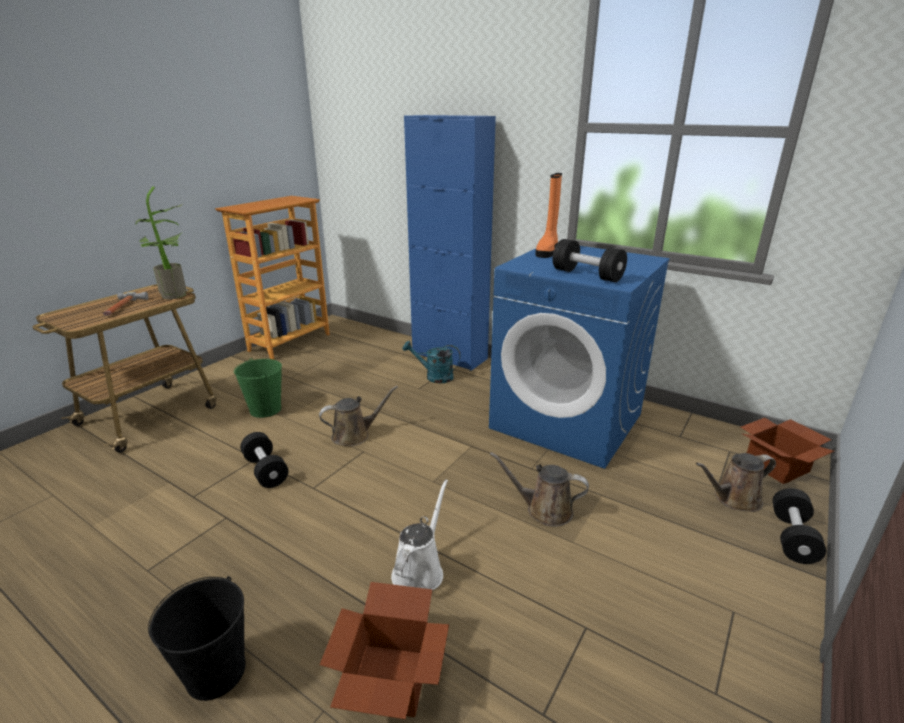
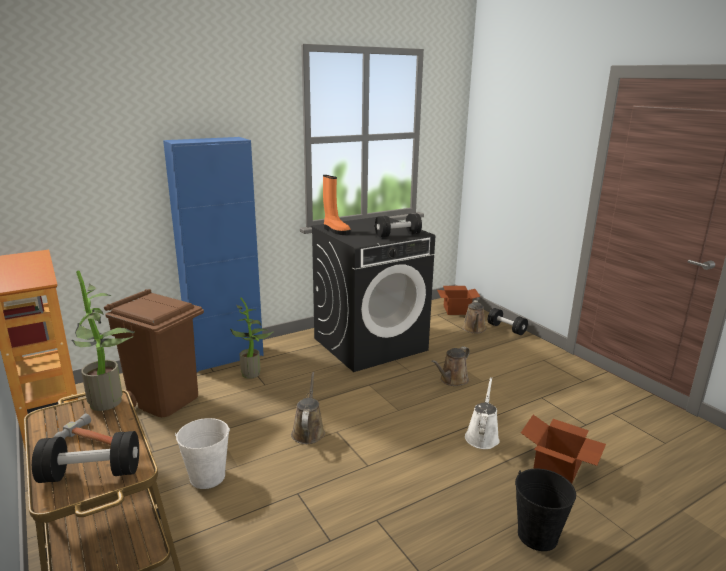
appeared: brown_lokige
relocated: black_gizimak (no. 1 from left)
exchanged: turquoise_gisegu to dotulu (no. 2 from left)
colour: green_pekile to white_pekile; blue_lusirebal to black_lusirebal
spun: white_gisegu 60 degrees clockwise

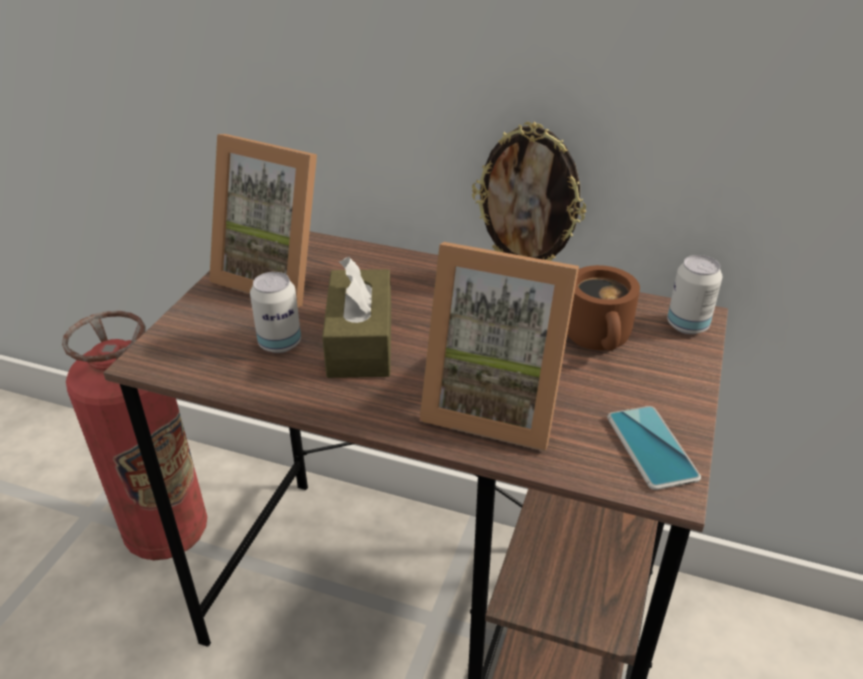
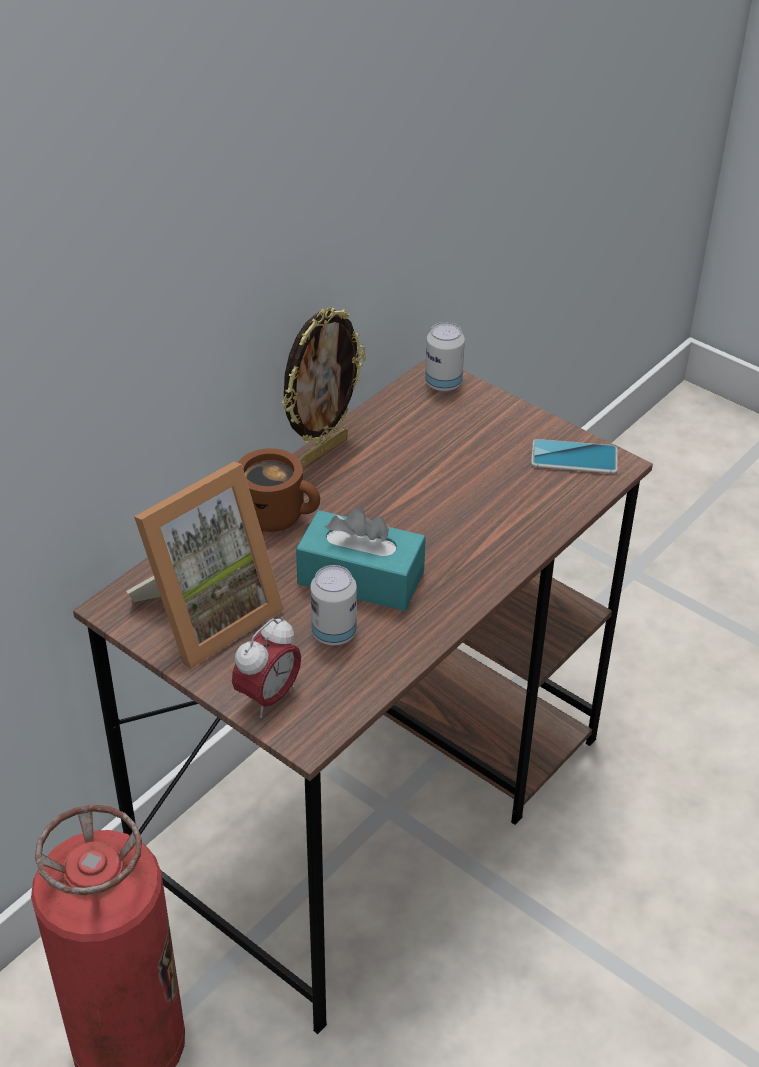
missing: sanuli (no. 2 from left)
appeared: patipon
relocated: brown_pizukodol
colour: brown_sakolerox to turquoise_sakolerox

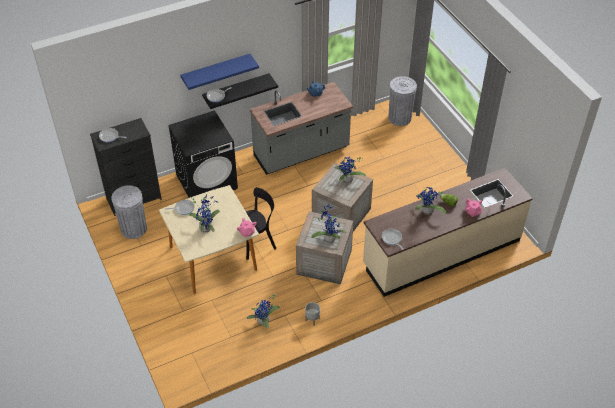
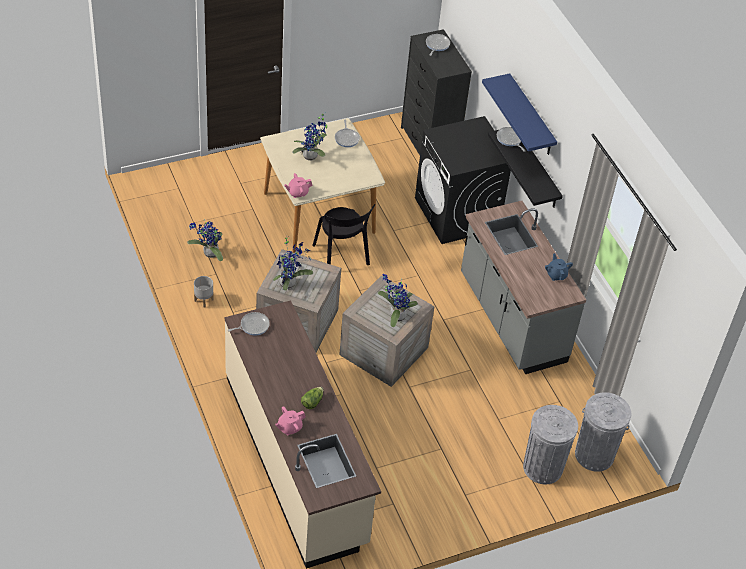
missing: dotulu (no. 5 from left)
relocated: grey_lokige (no. 1 from left)

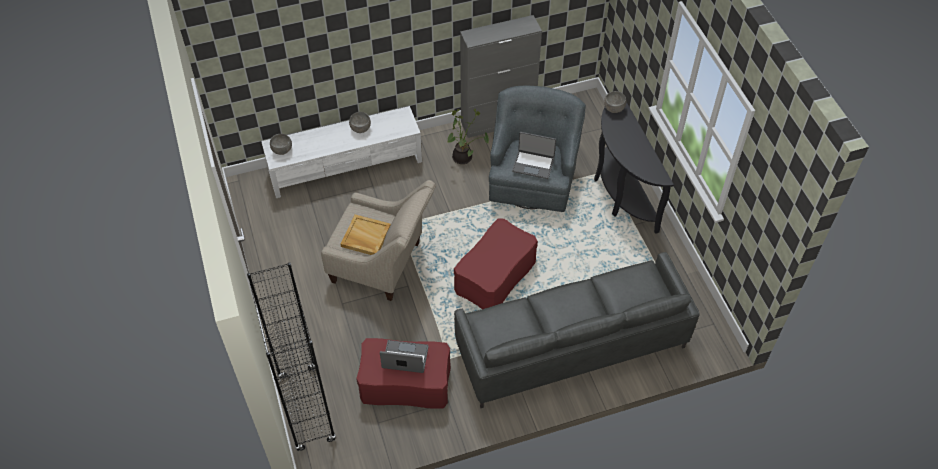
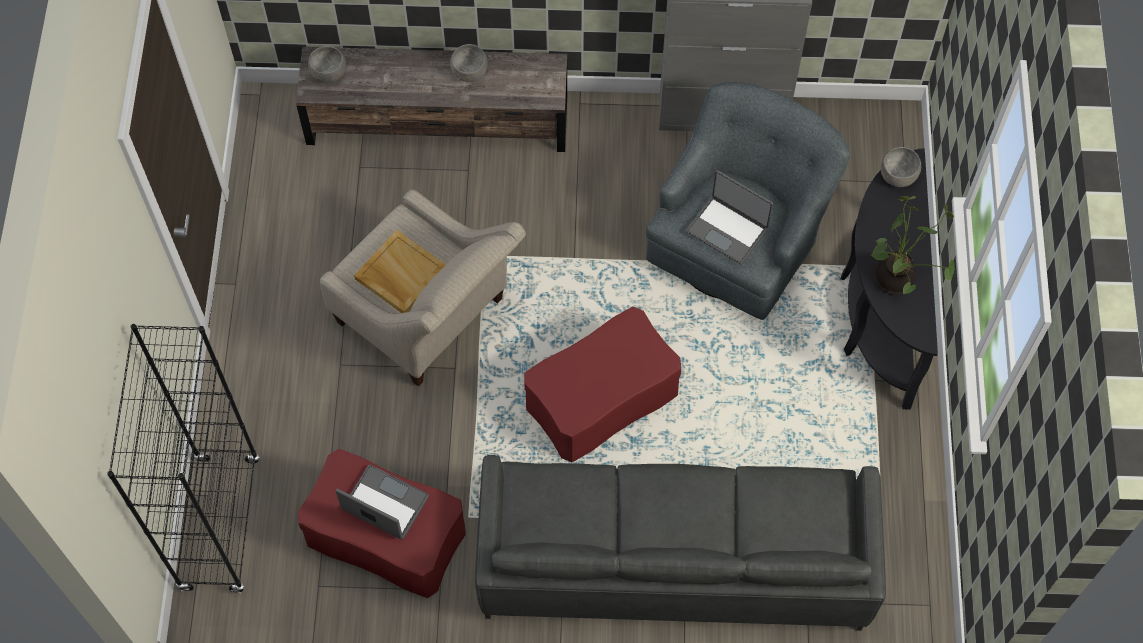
relocated: dotulu
colour: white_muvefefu to brown_muvefefu

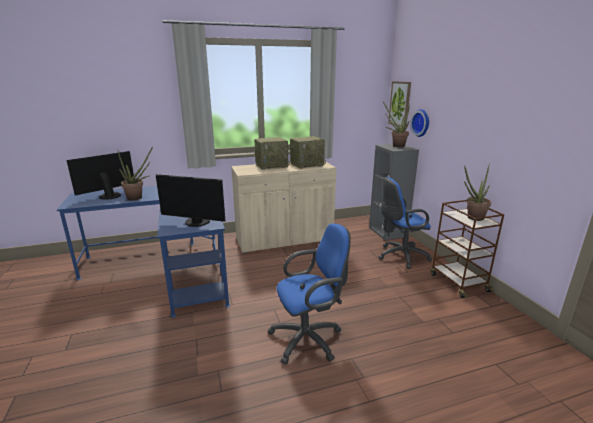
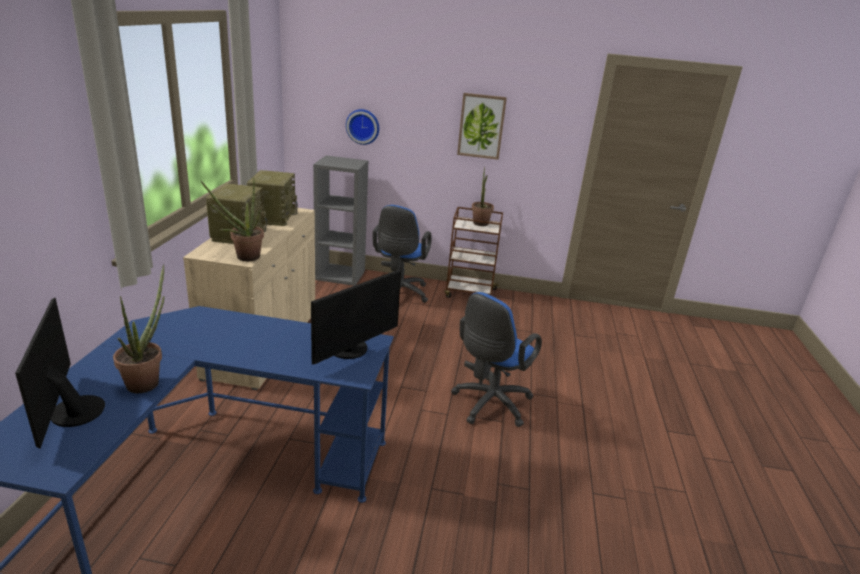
relocated: dotulu (no. 2 from left); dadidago
spun: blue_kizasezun (no. 1 from left in the first image) 150 degrees counterclockwise

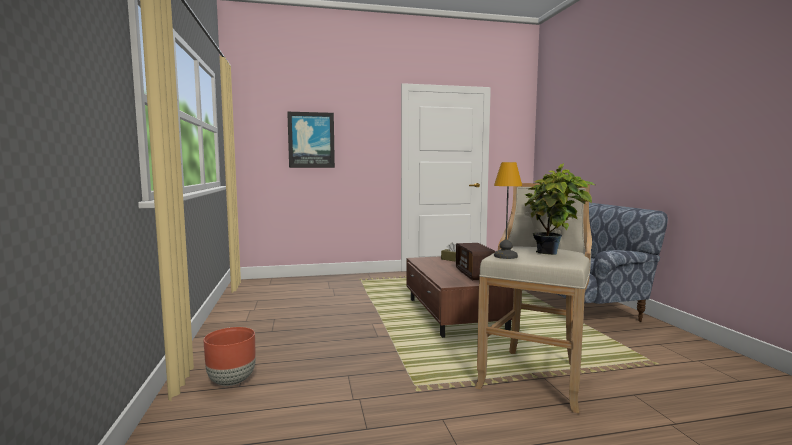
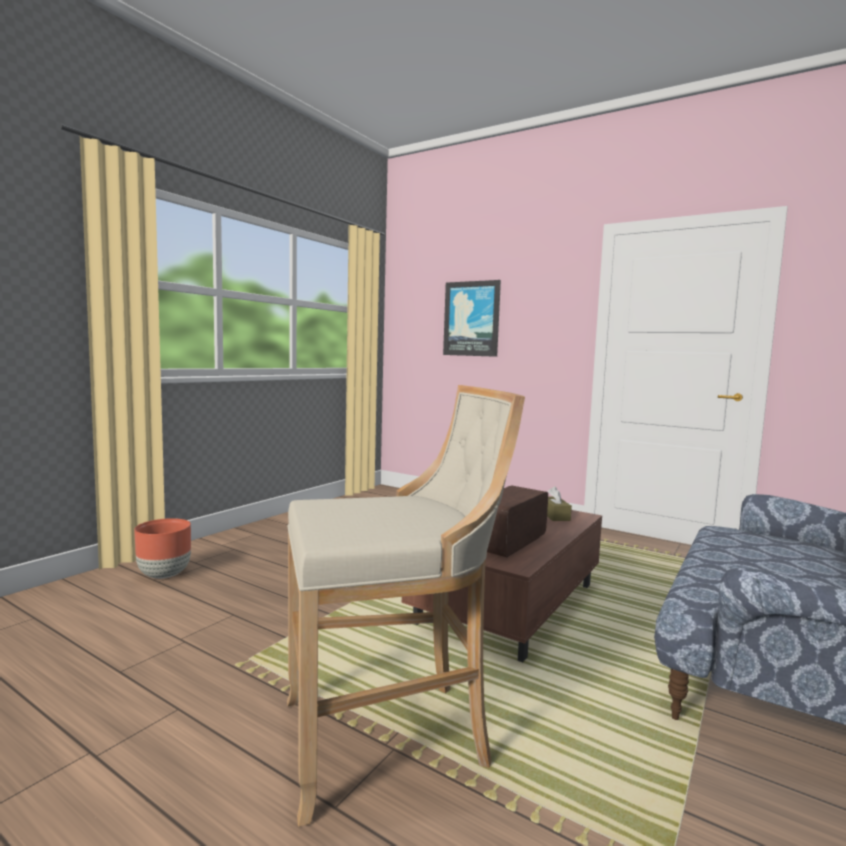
missing: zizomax; dotulu

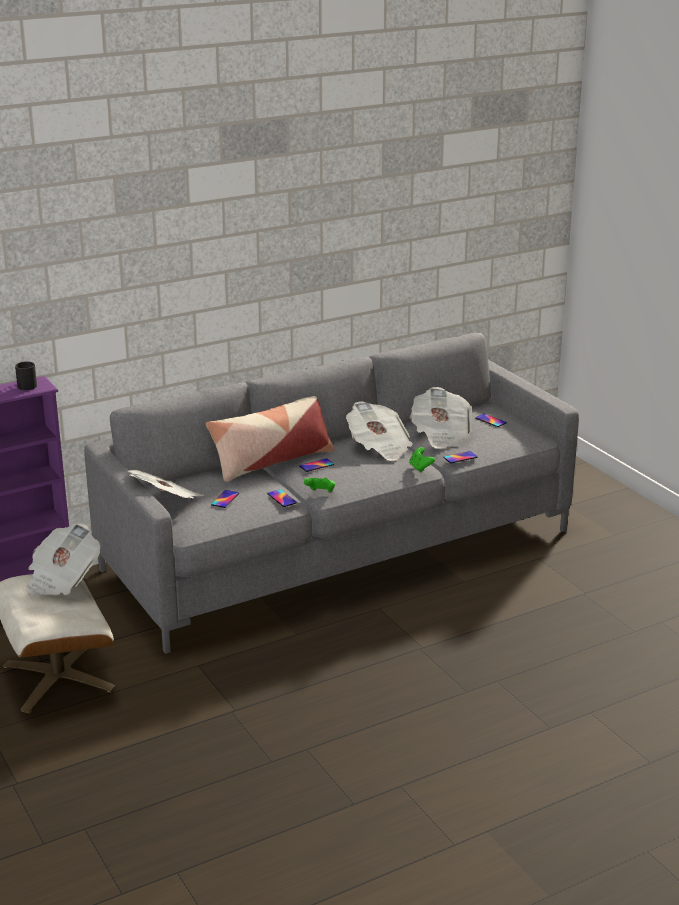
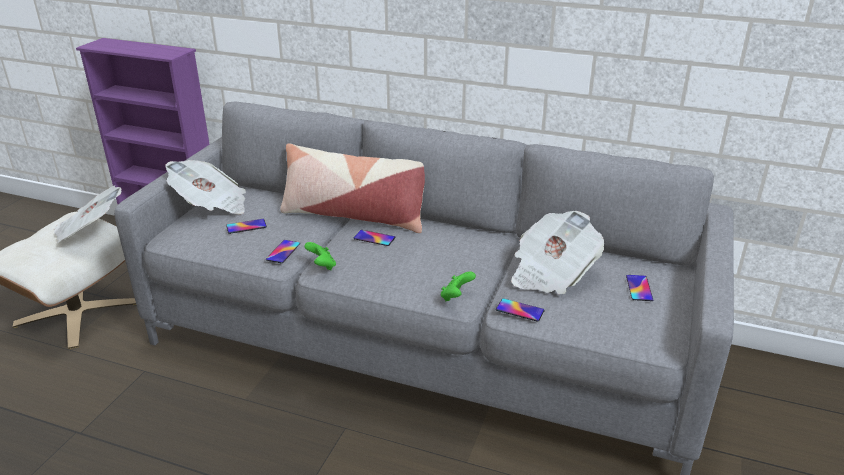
missing: black_pizukodol; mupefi (no. 3 from left)

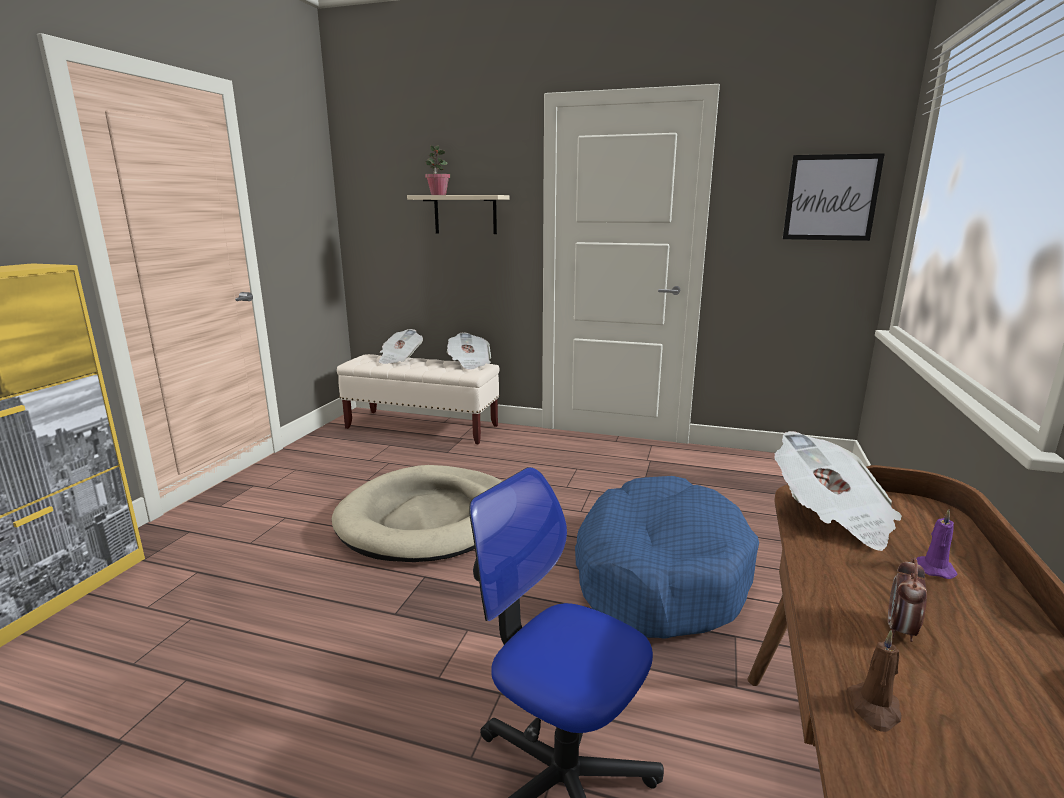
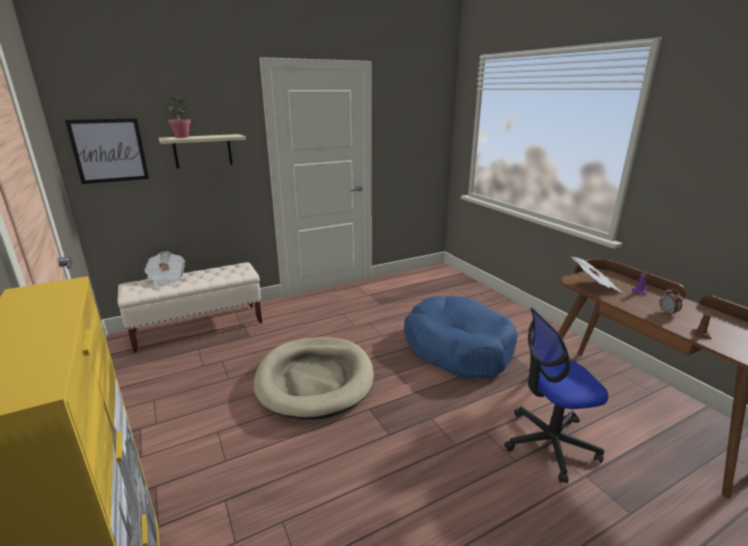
missing: mupefi (no. 2 from left)
relocated: dadidago

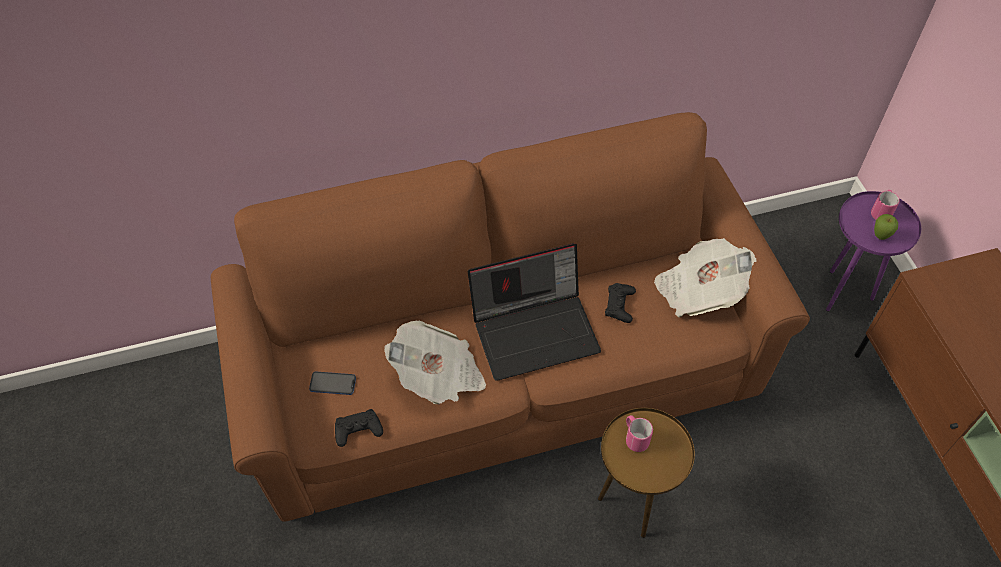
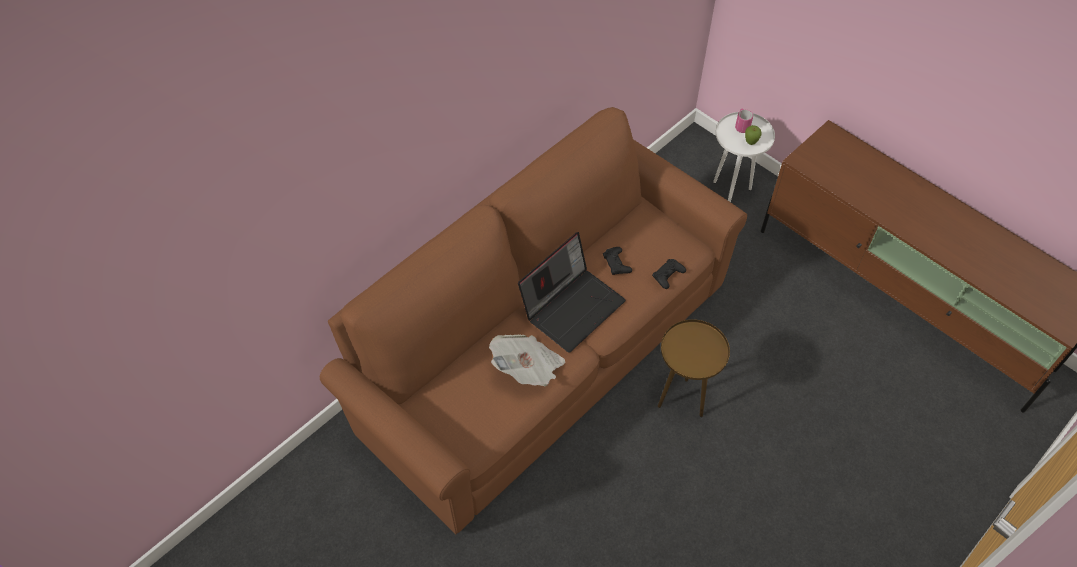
missing: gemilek; pink_pizukodol (no. 1 from left); mupefi (no. 2 from left)
relocated: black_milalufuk (no. 1 from left in the first image) to black_milalufuk (no. 2 from left)
colour: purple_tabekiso to white_tabekiso

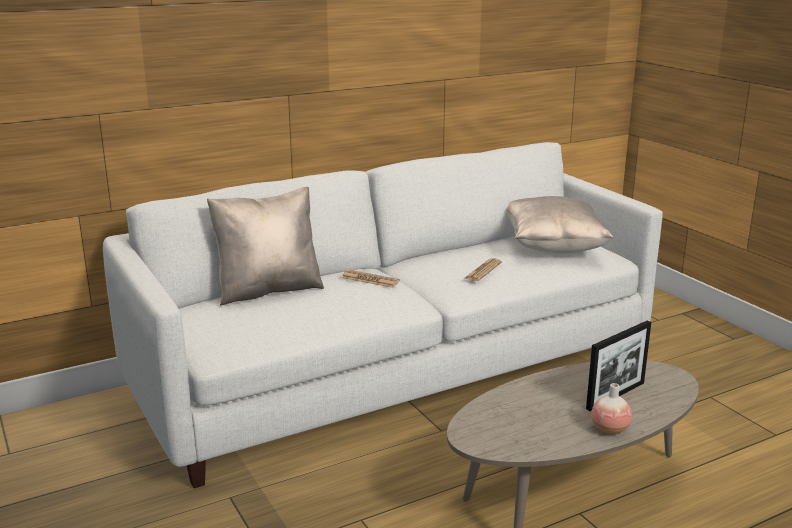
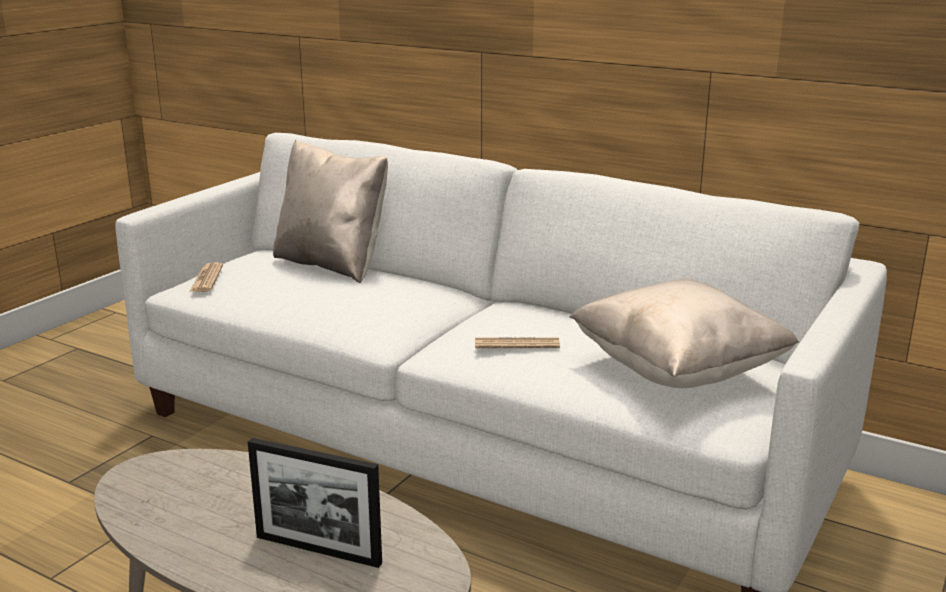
missing: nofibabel
relocated: mupefi (no. 1 from left)

